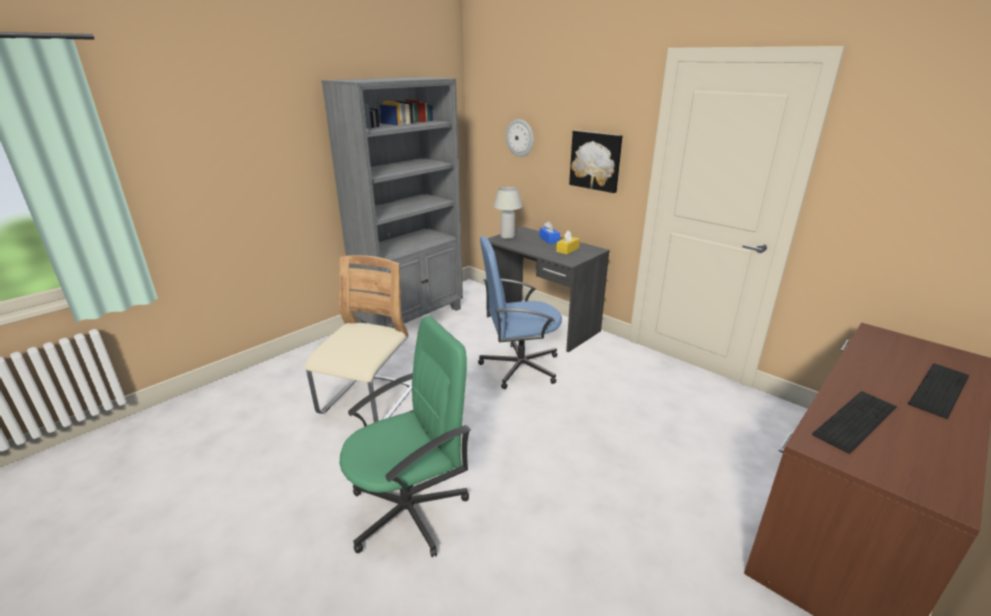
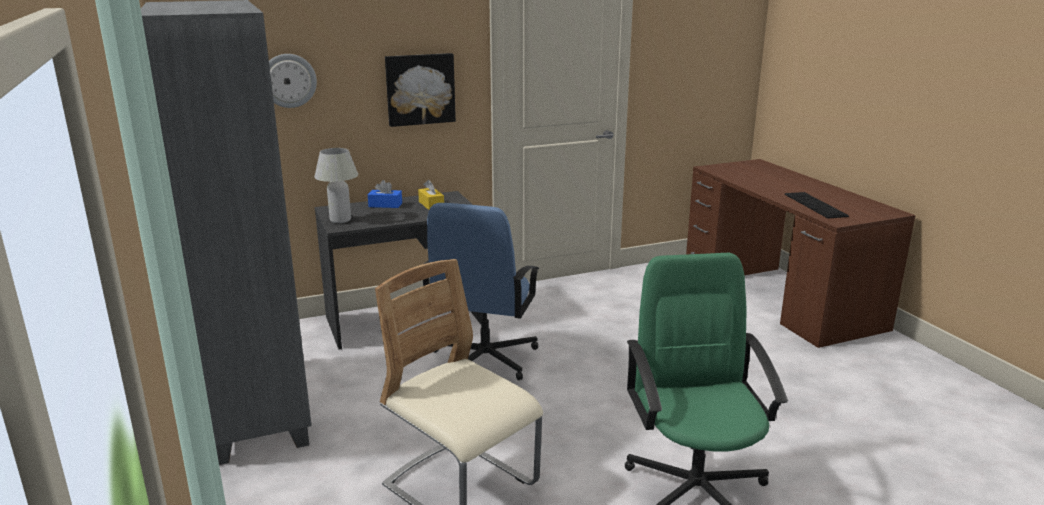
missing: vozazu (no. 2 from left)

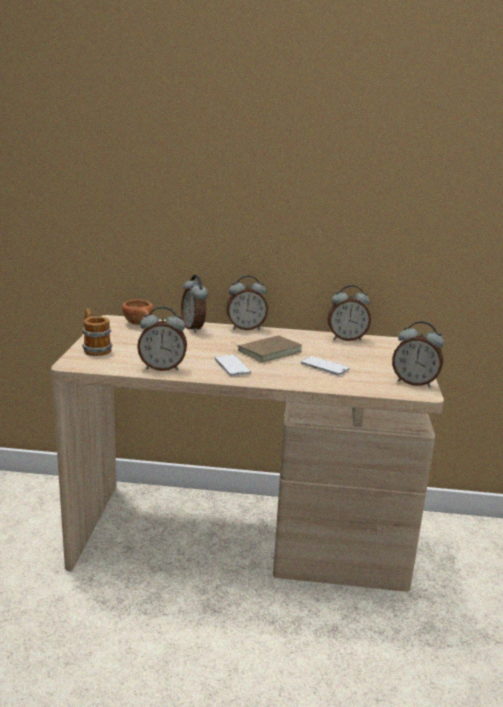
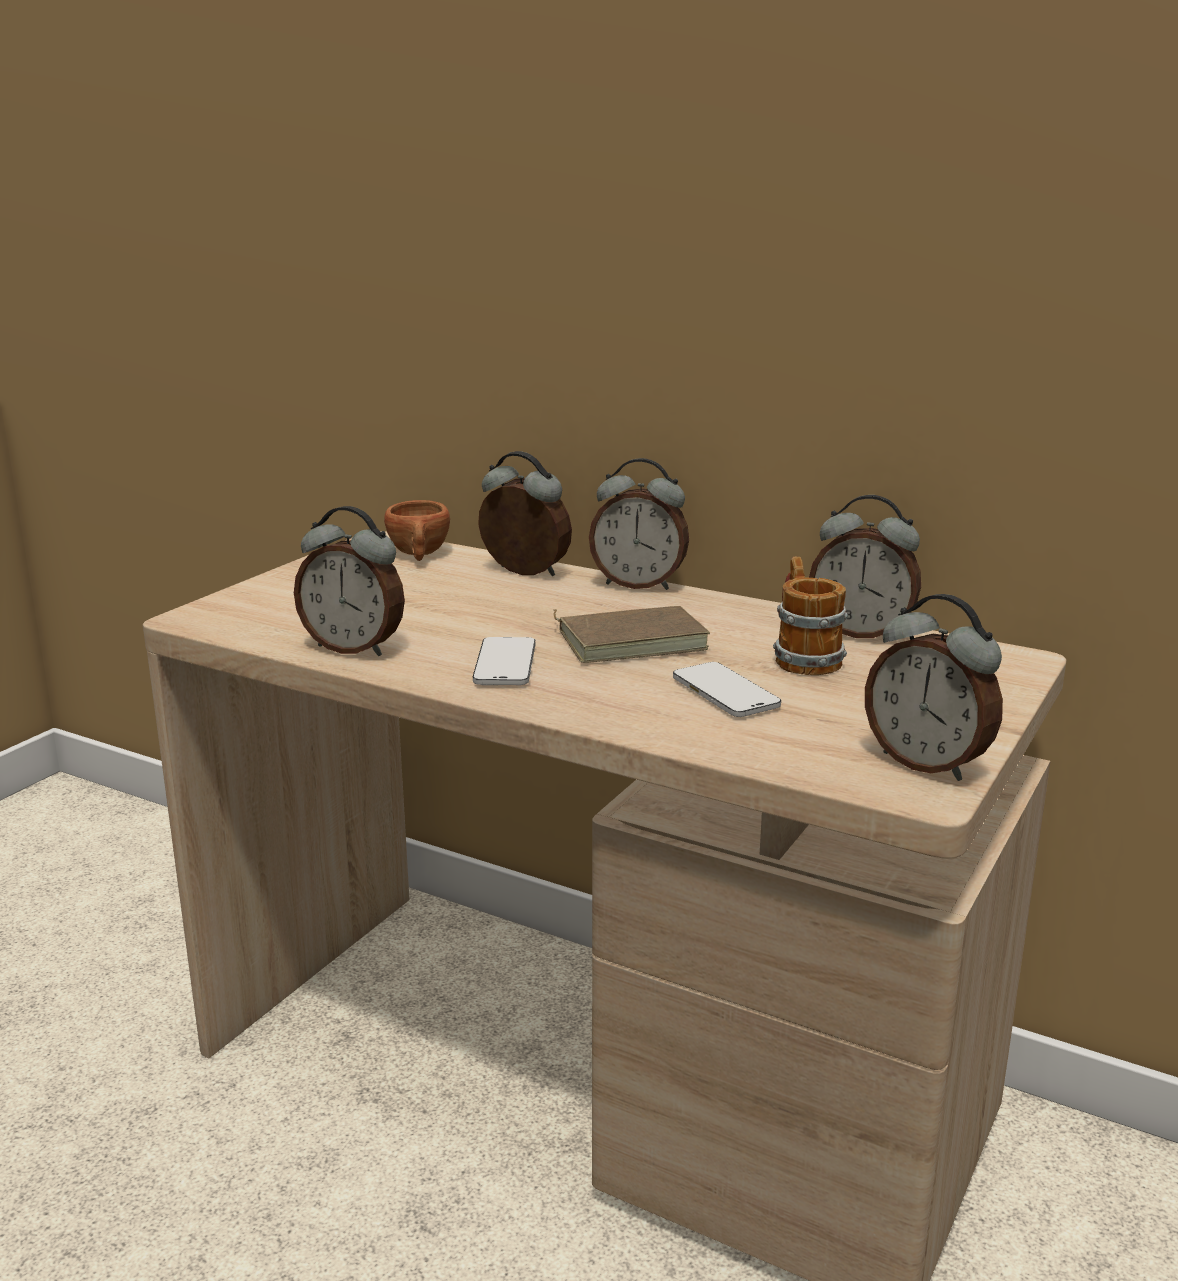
relocated: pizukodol
spun: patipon (no. 2 from left) 120 degrees clockwise

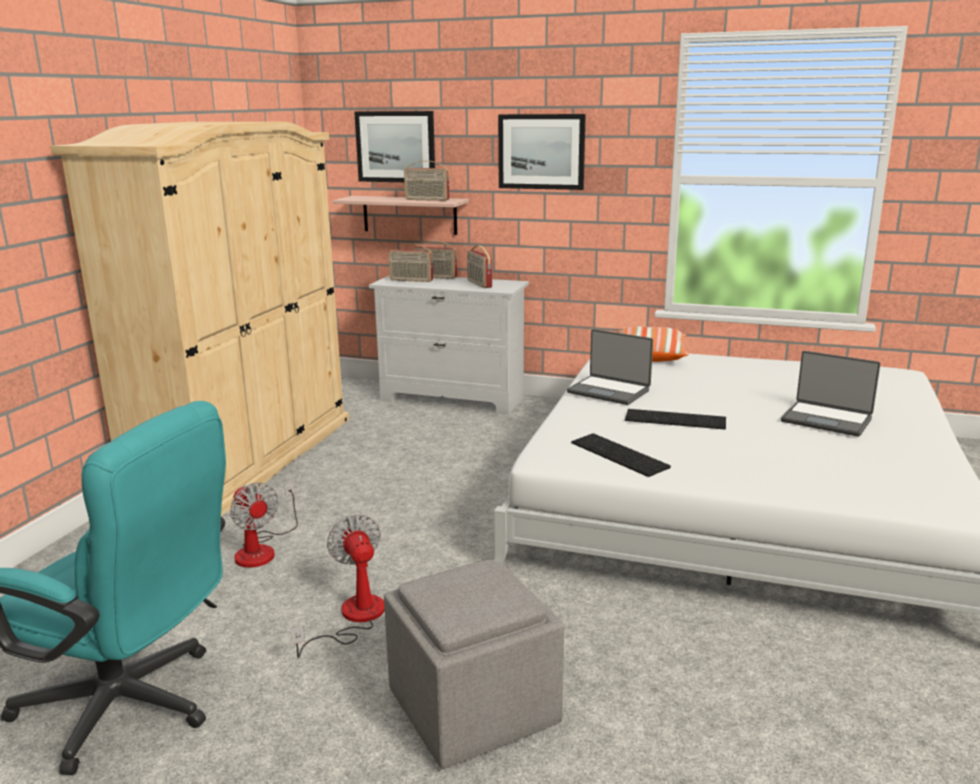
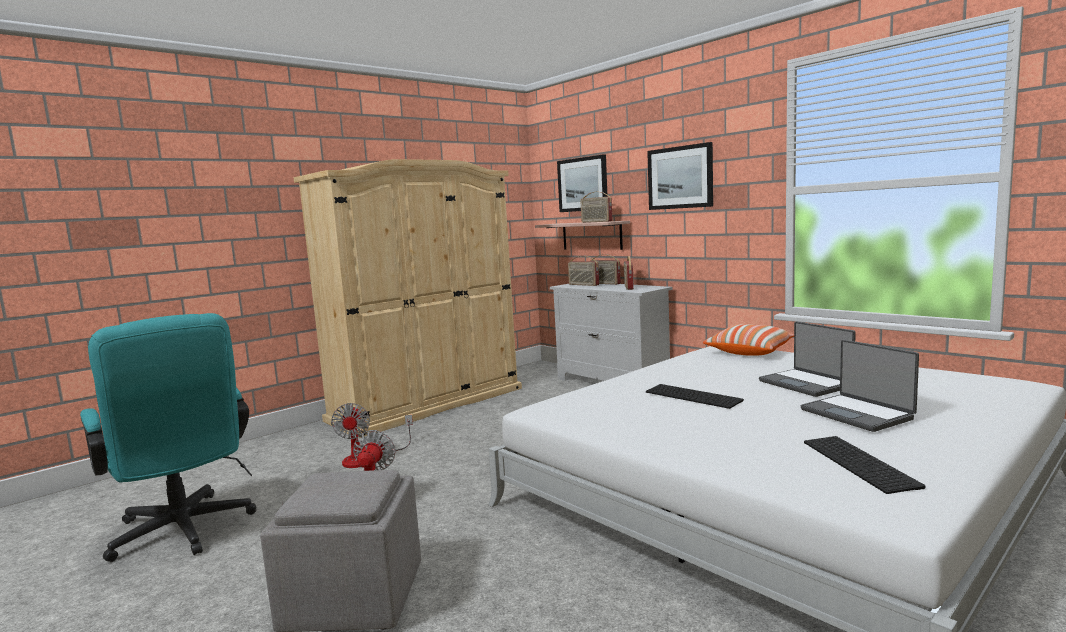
relocated: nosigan (no. 1 from left); vozazu (no. 1 from left in the first image) to vozazu (no. 2 from left)

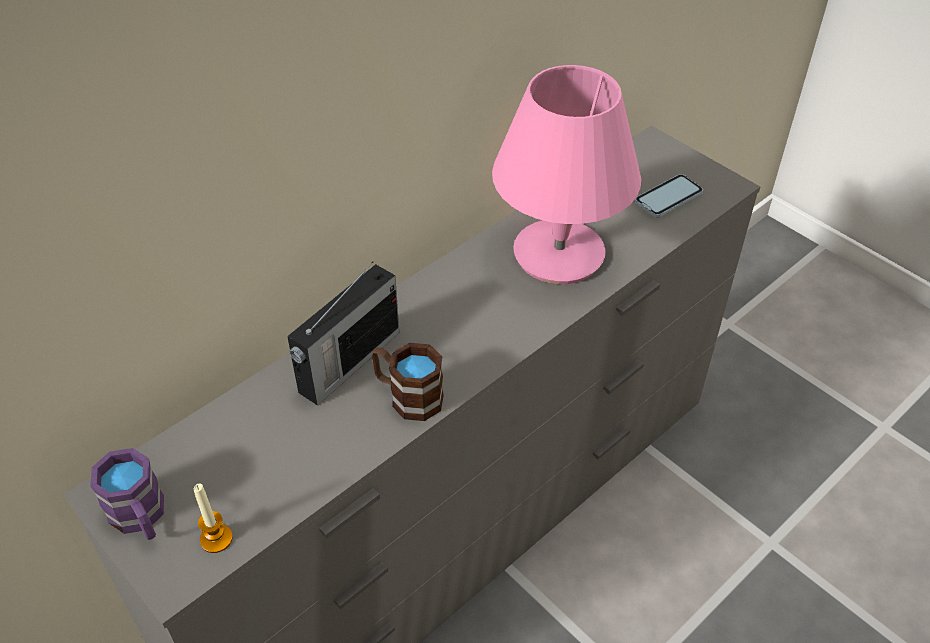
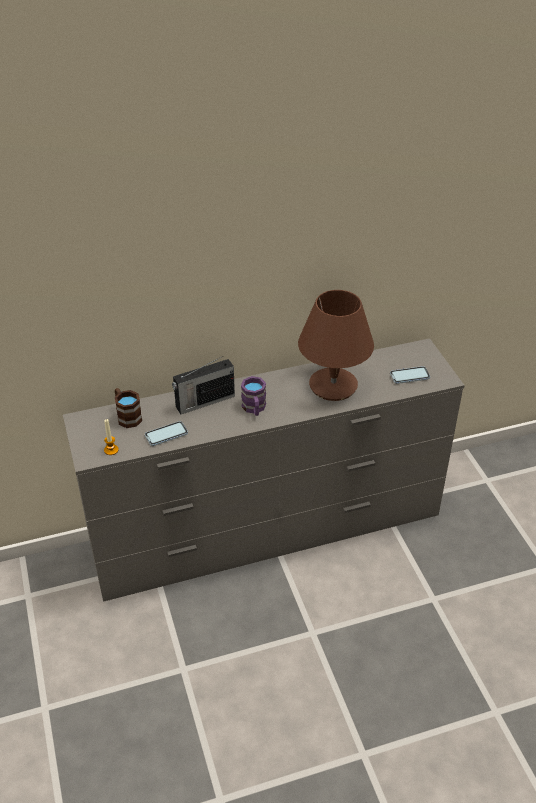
appeared: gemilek (no. 1 from left)
relocated: brown_pizukodol; purple_pizukodol
colour: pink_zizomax to brown_zizomax

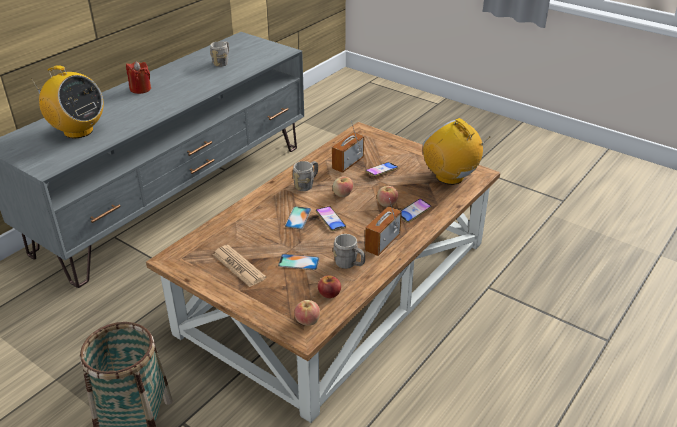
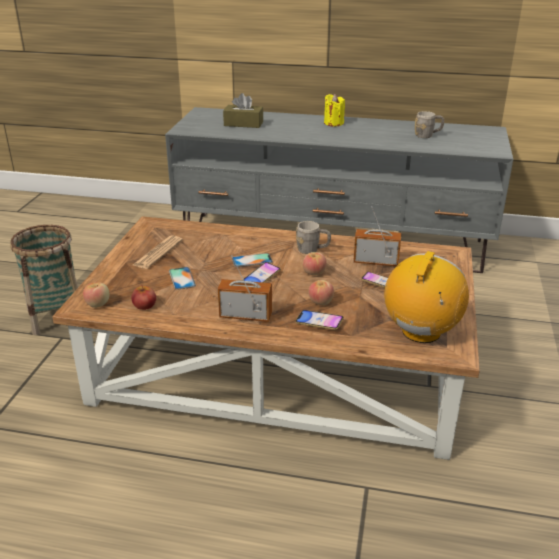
missing: grey_pizukodol (no. 3 from left)
exchanged: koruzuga (no. 1 from left) to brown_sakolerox
colour: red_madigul to yellow_madigul

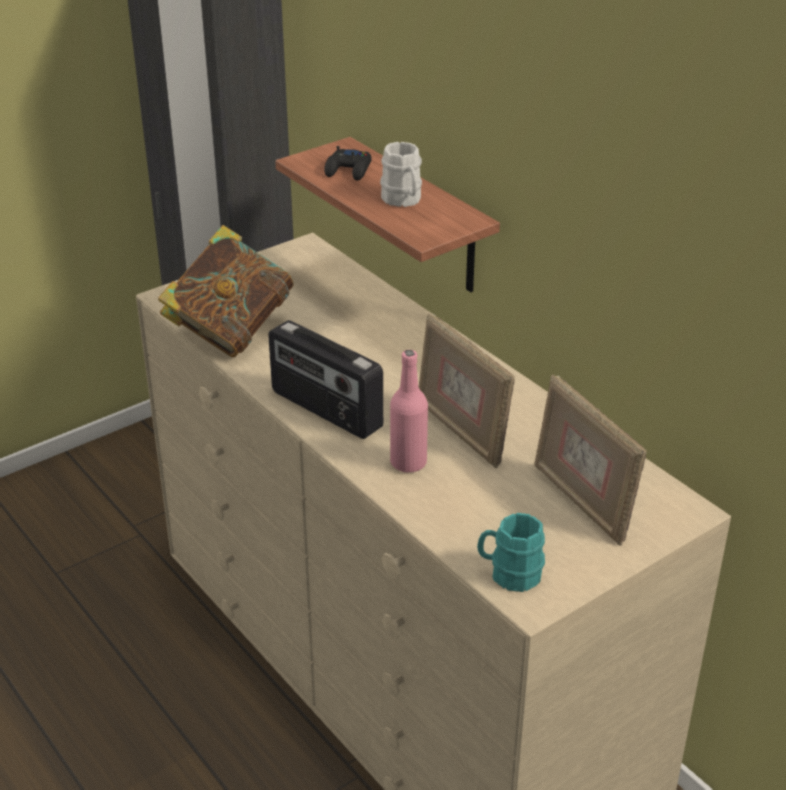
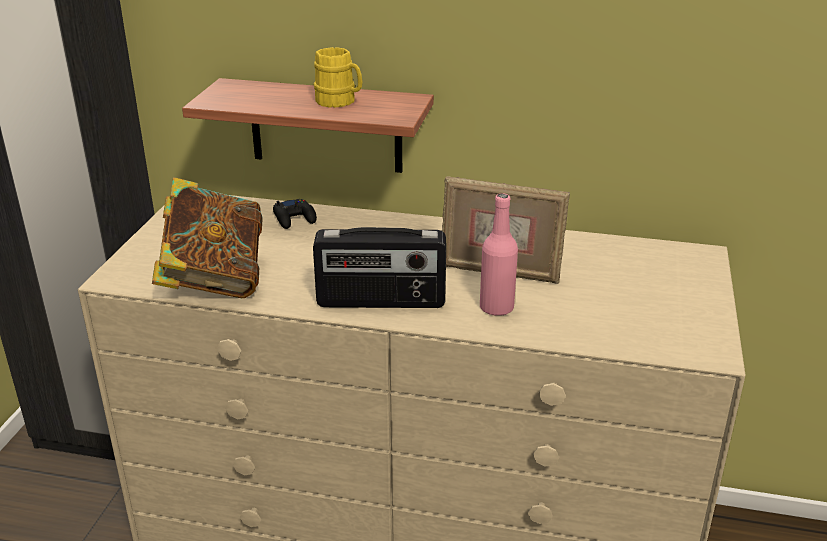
missing: turquoise_pizukodol; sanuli (no. 2 from left)
relocated: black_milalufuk
colour: white_pizukodol to yellow_pizukodol

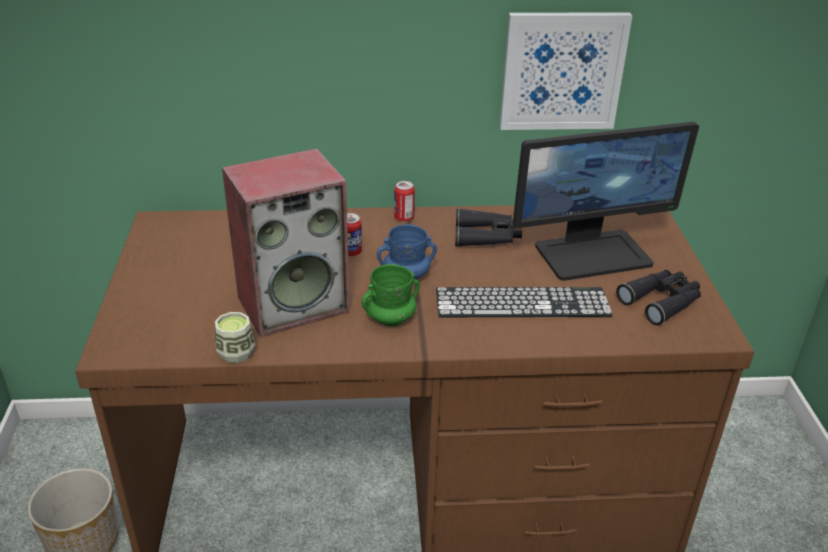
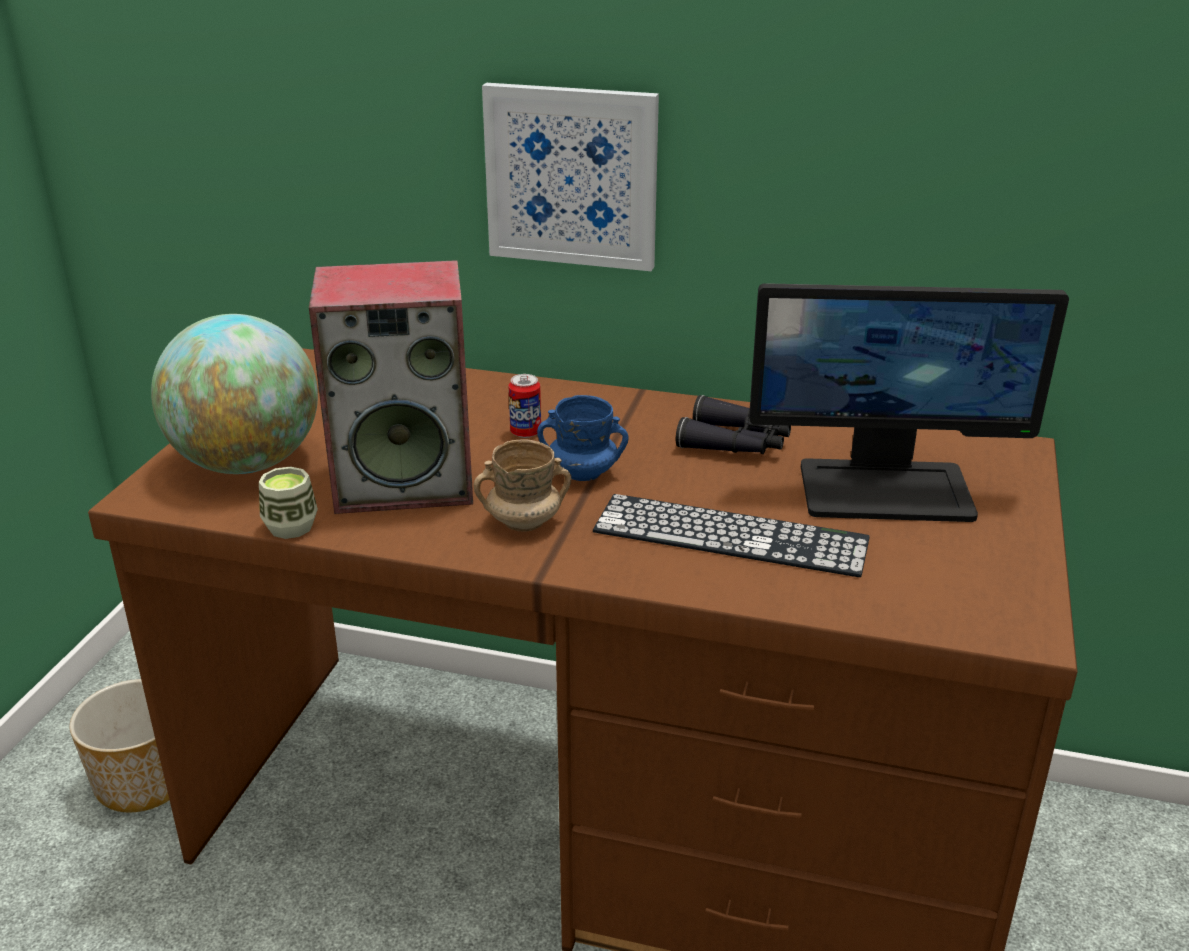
missing: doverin (no. 2 from left); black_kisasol (no. 2 from left)
appeared: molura
relocated: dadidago
colour: green_pizukodol to beige_pizukodol

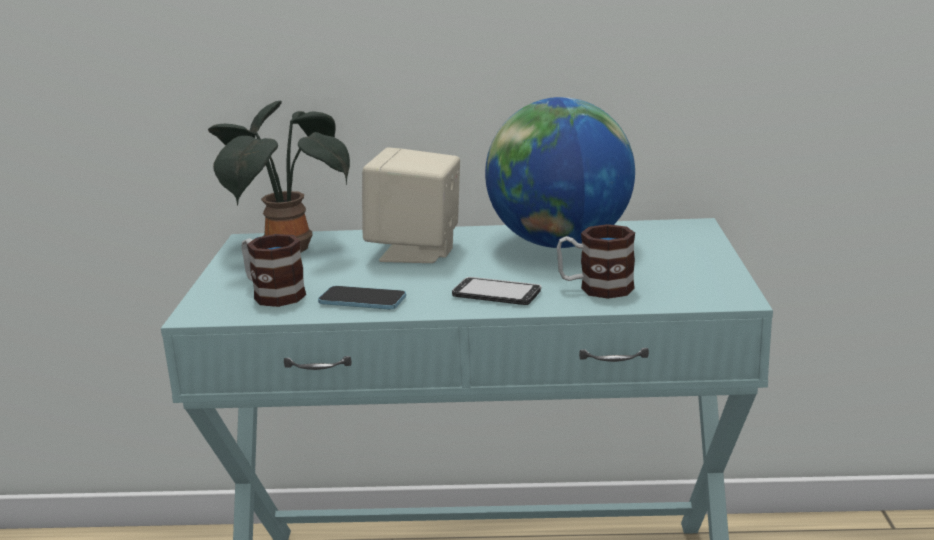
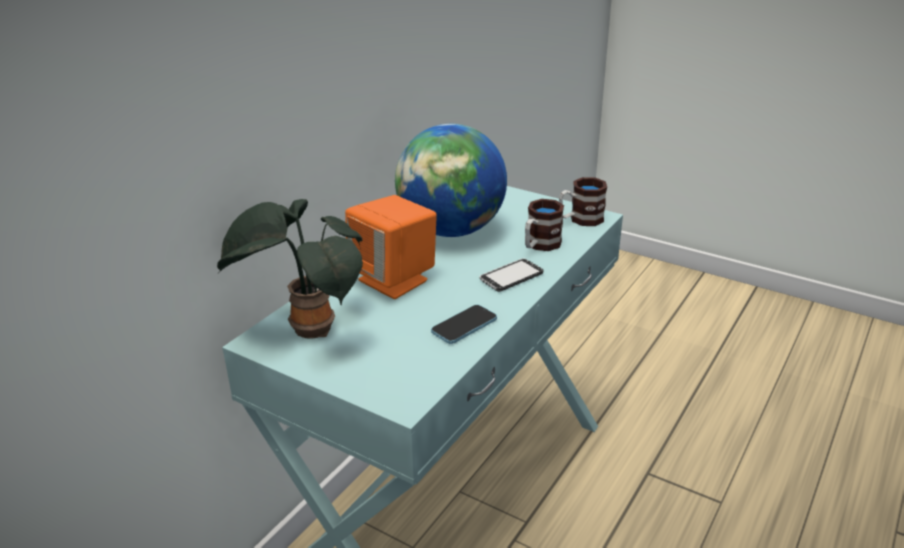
relocated: pizukodol (no. 1 from left in the first image) to pizukodol (no. 2 from left)
colour: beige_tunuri to orange_tunuri

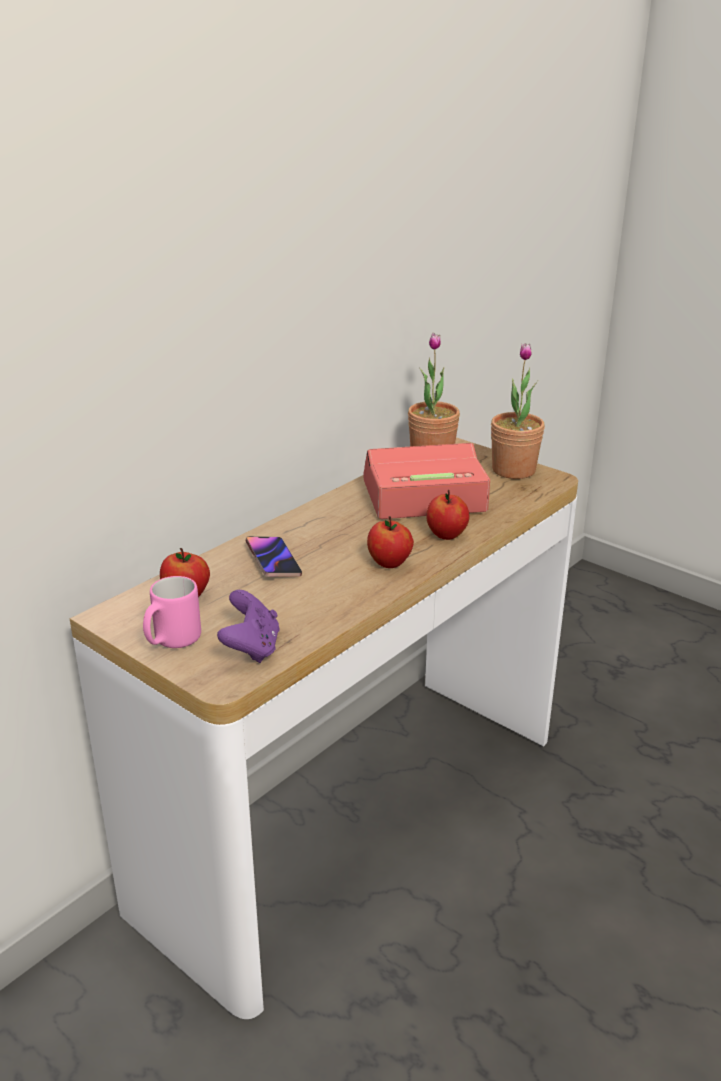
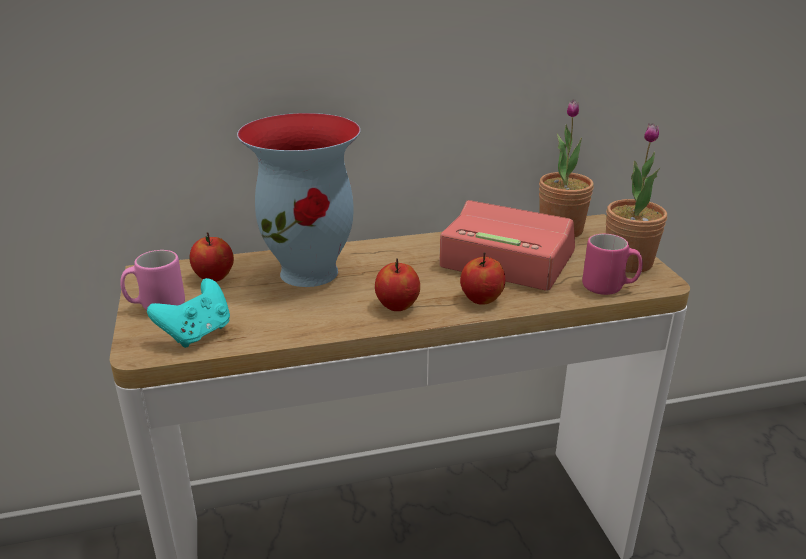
appeared: pink_pizukodol (no. 2 from left)
exchanged: gemilek to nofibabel
colour: purple_milalufuk to turquoise_milalufuk

